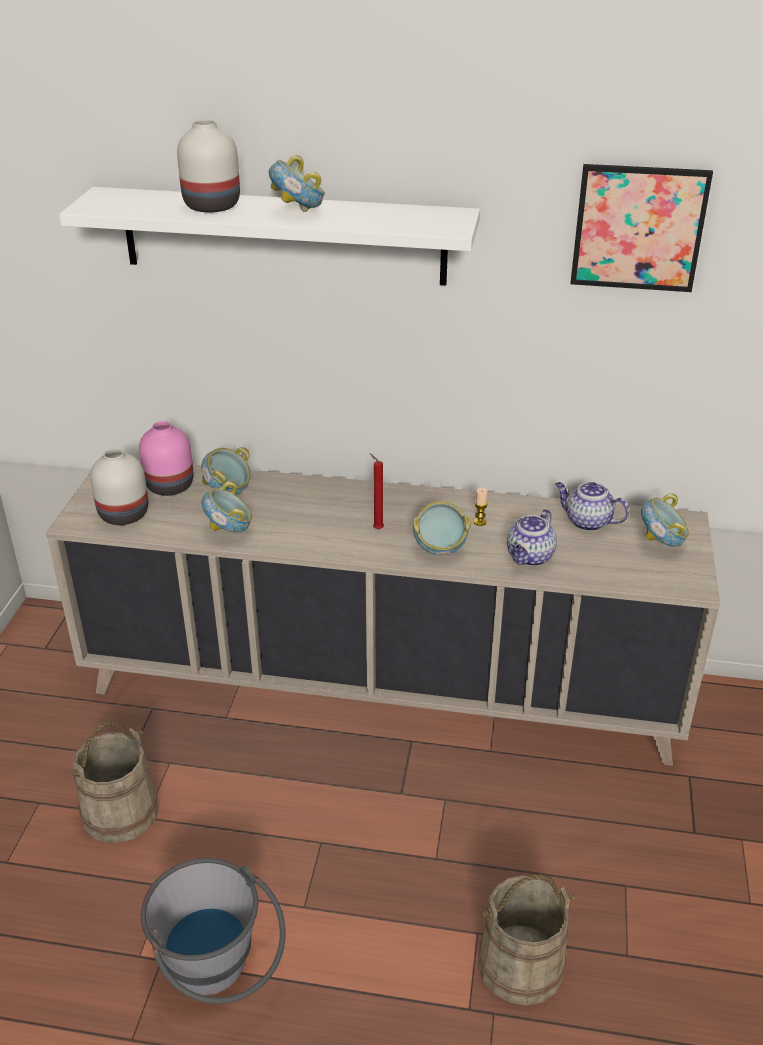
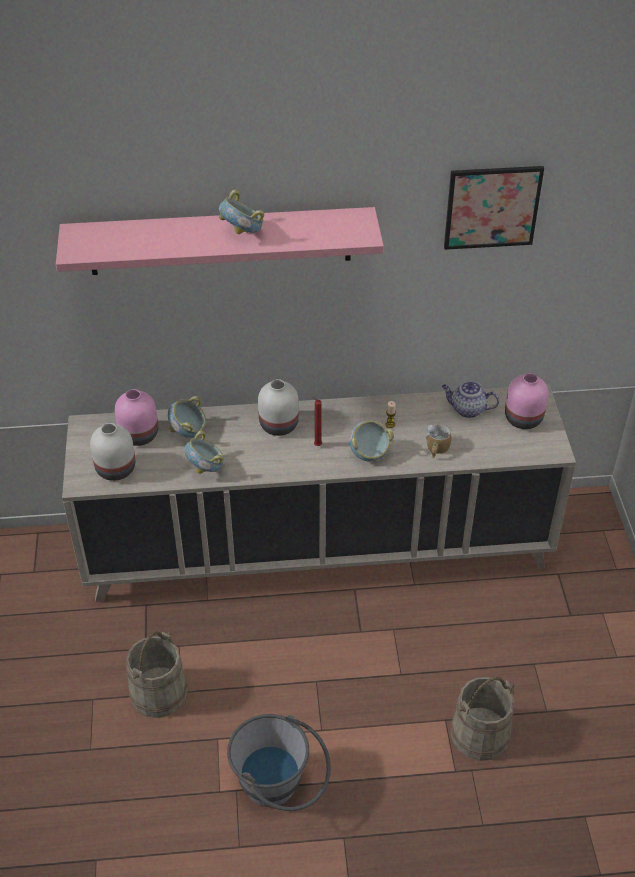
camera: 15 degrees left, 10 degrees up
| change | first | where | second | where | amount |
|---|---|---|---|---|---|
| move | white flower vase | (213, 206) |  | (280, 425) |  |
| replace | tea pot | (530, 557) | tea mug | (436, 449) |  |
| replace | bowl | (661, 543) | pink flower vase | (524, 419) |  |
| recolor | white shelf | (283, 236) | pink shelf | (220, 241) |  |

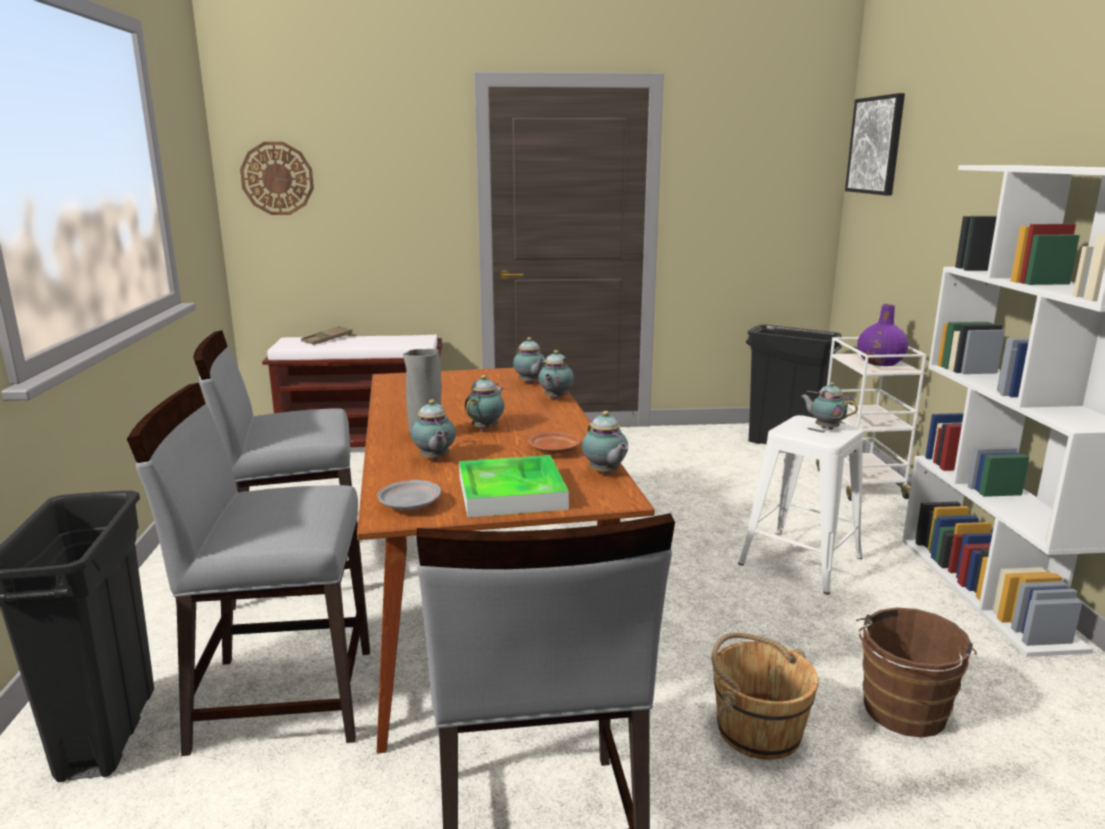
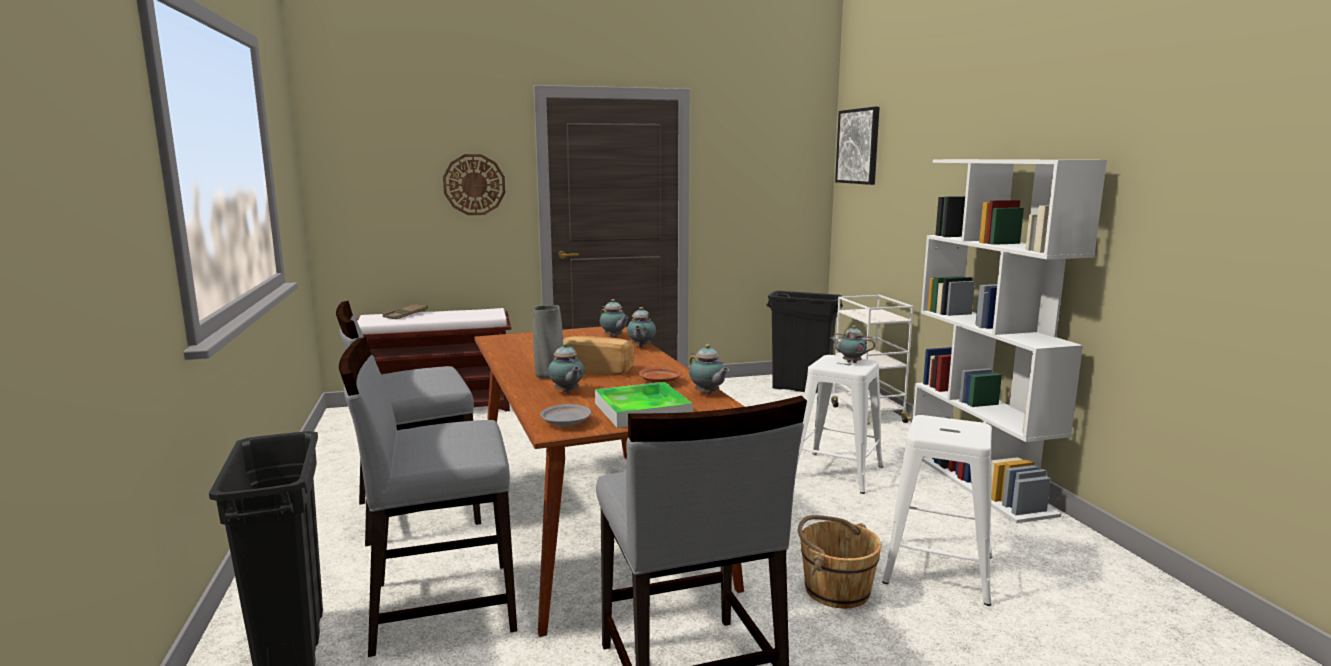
camera: 10 degrees left, 5 degrees down
| change | first | where | second | where | amount |
|---|---|---|---|---|---|
| delete | purplish flower vase | (880, 362) |  |  |  |
| move | wall clock | (277, 178) |  | (474, 184) |  |
| replace | tea pot | (486, 428) | baked bread | (596, 369) |  |
| replace | brownish water bucket | (902, 714) | white stool seat | (938, 569) |  |

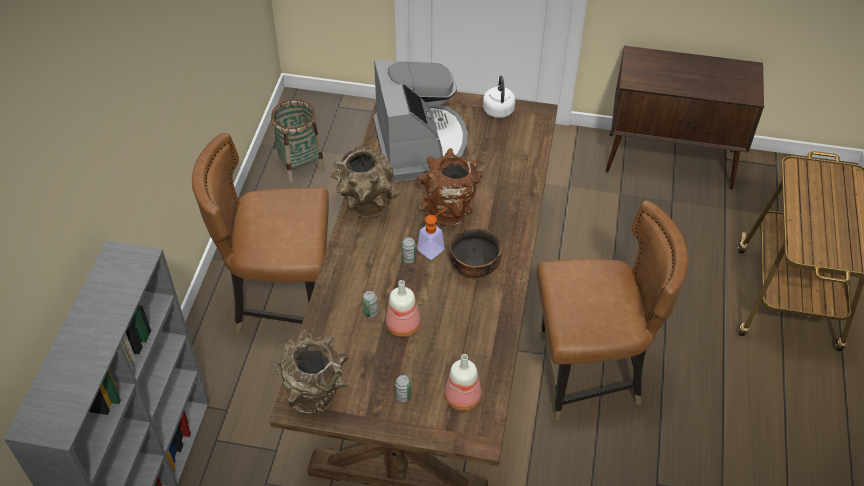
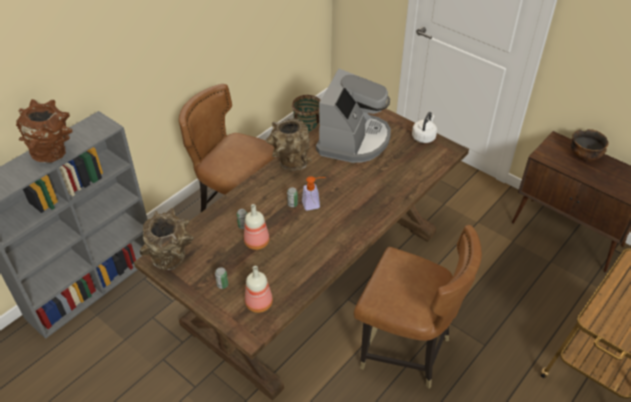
camera: 30 degrees right, 5 degrees down
| change | first | where | second | where | amount |
|---|---|---|---|---|---|
| move | brownish flower vase | (449, 210) |  | (54, 152) |  |
| move | bowl | (475, 267) |  | (584, 156) |  |

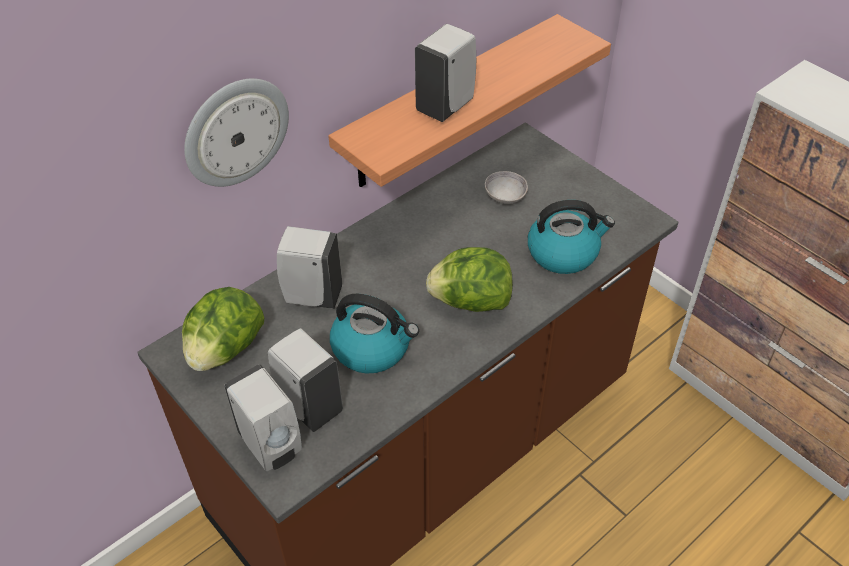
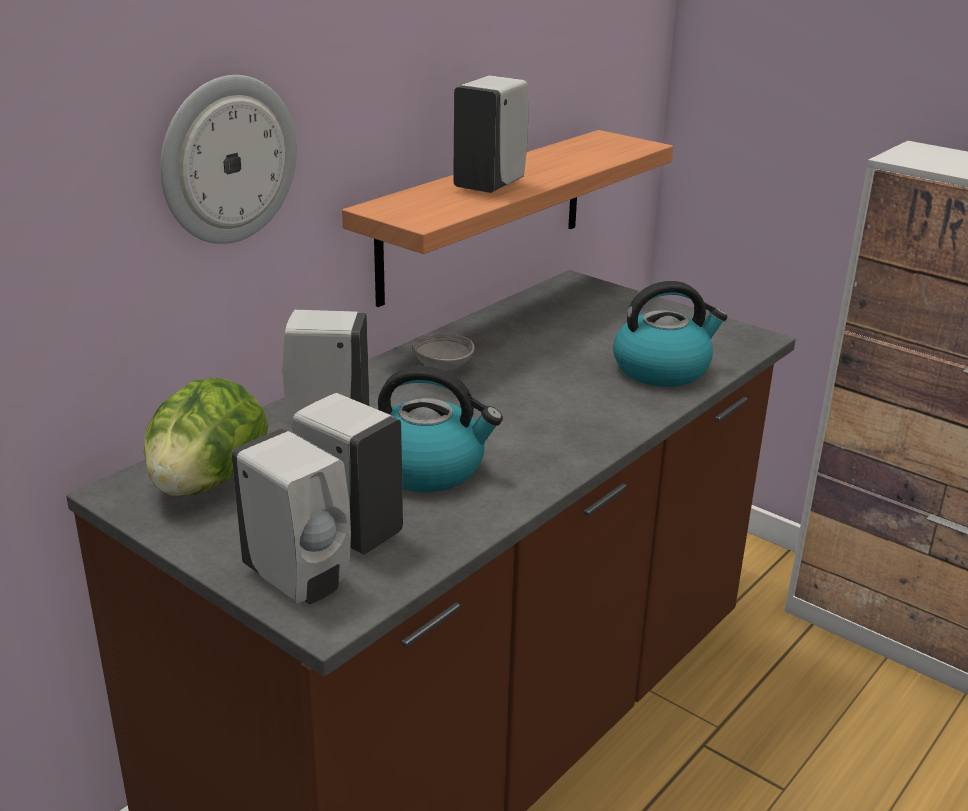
camera: 10 degrees left, 20 degrees down
| change | first | where | second | where | amount |
|---|---|---|---|---|---|
| delete | lettuce head | (470, 301) |  |  |  |
| move | grey bowl | (505, 197) |  | (443, 366) |  |

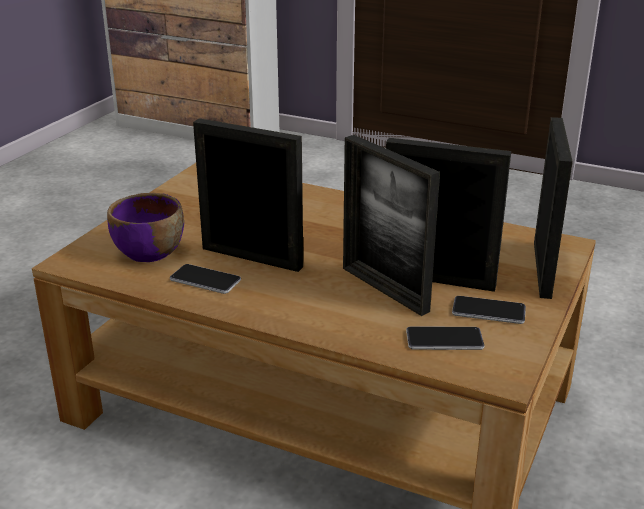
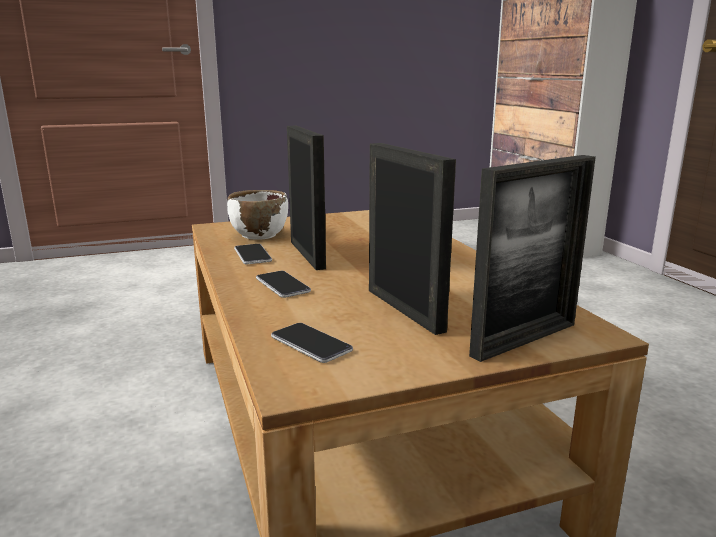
camera: 45 degrees right, 10 degrees down
| change | first | where | second | where | amount |
|---|---|---|---|---|---|
| delete | standing frame | (384, 289) |  |  |  |
| move | telephone | (488, 311) |  | (282, 285) |  |
| recolor | purplish bowl | (149, 253) | white bowl | (259, 235) |  |

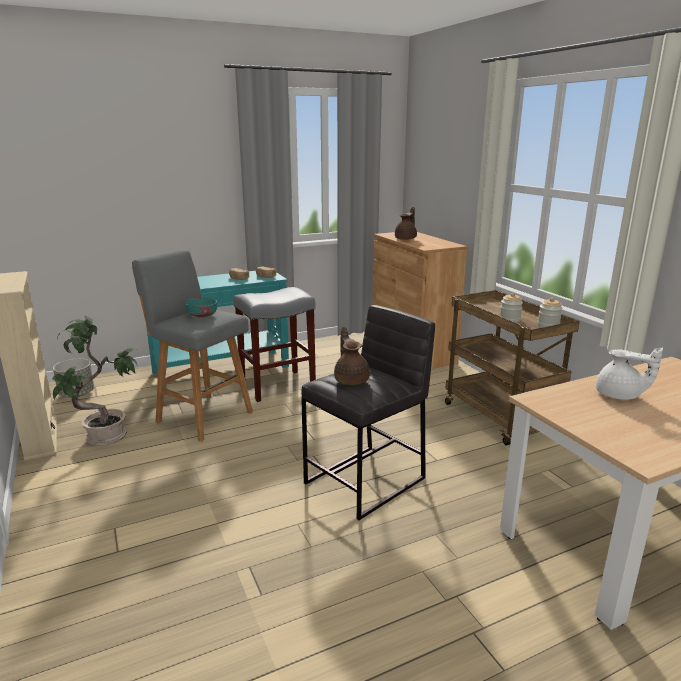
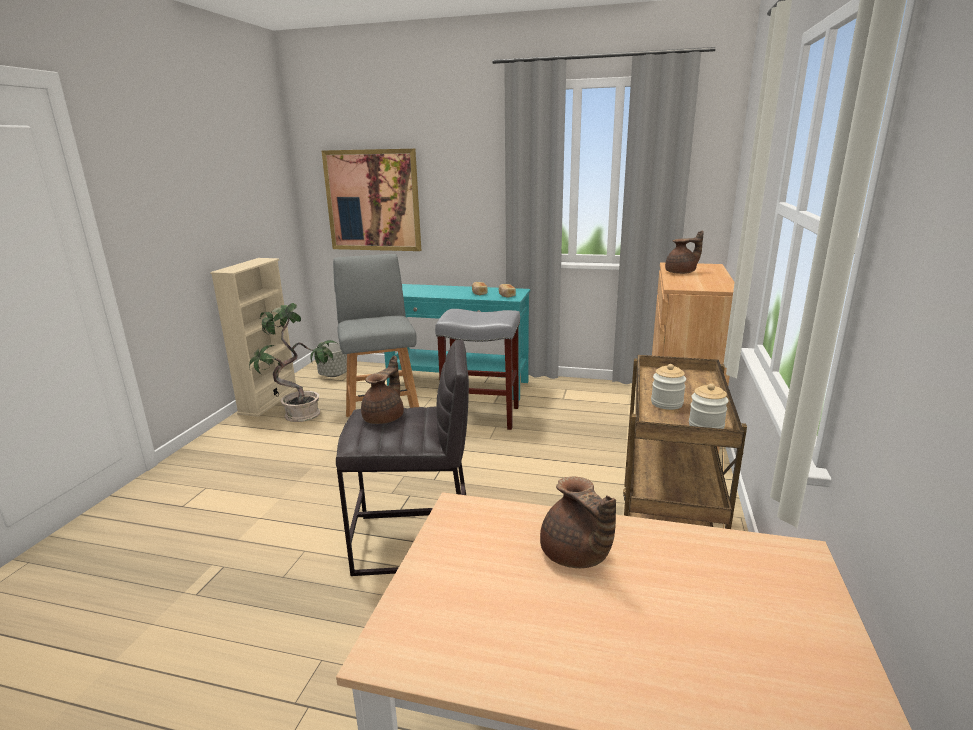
camera: 40 degrees right, 0 degrees up
| change | first | where | second | where | amount |
|---|---|---|---|---|---|
| delete | turquoise-coloured bowl | (202, 315) |  |  |  |
| insert |  |  | wall picture | (373, 200) |  |
| recolor | white tea pot | (619, 396) | brownish tea pot | (576, 556) |  |

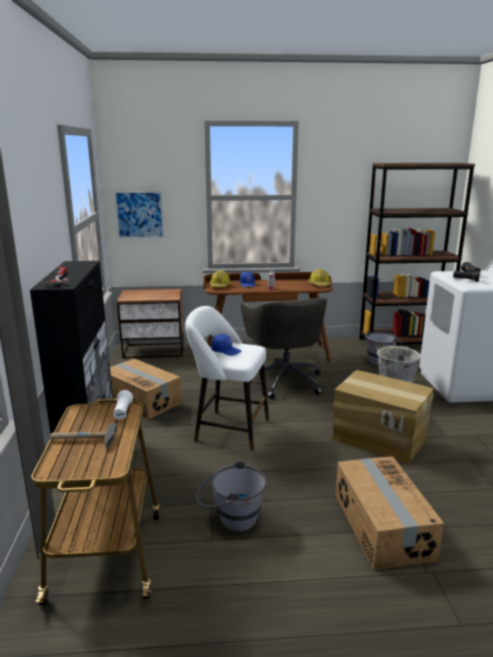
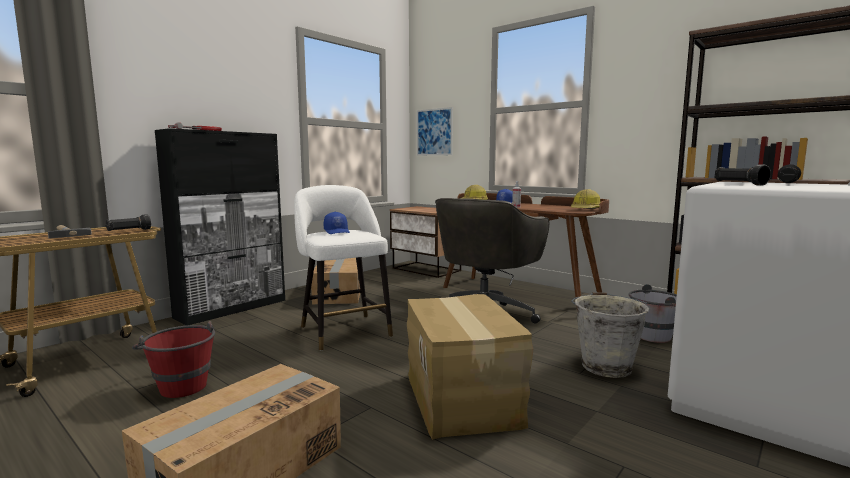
camera: 45 degrees right, 10 degrees down
| change | first | where | second | where | amount |
|---|---|---|---|---|---|
| recolor | white flashlight | (122, 412) | black flashlight | (129, 231) |  |
| recolor | grey water bucket | (230, 519) | reddish water bucket | (180, 384) |  |

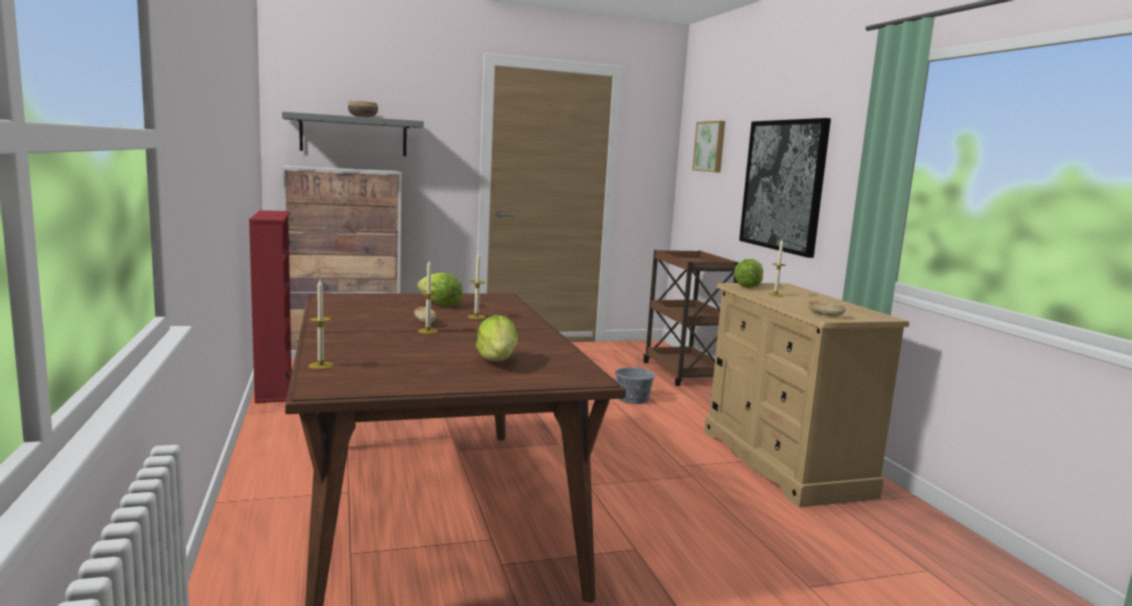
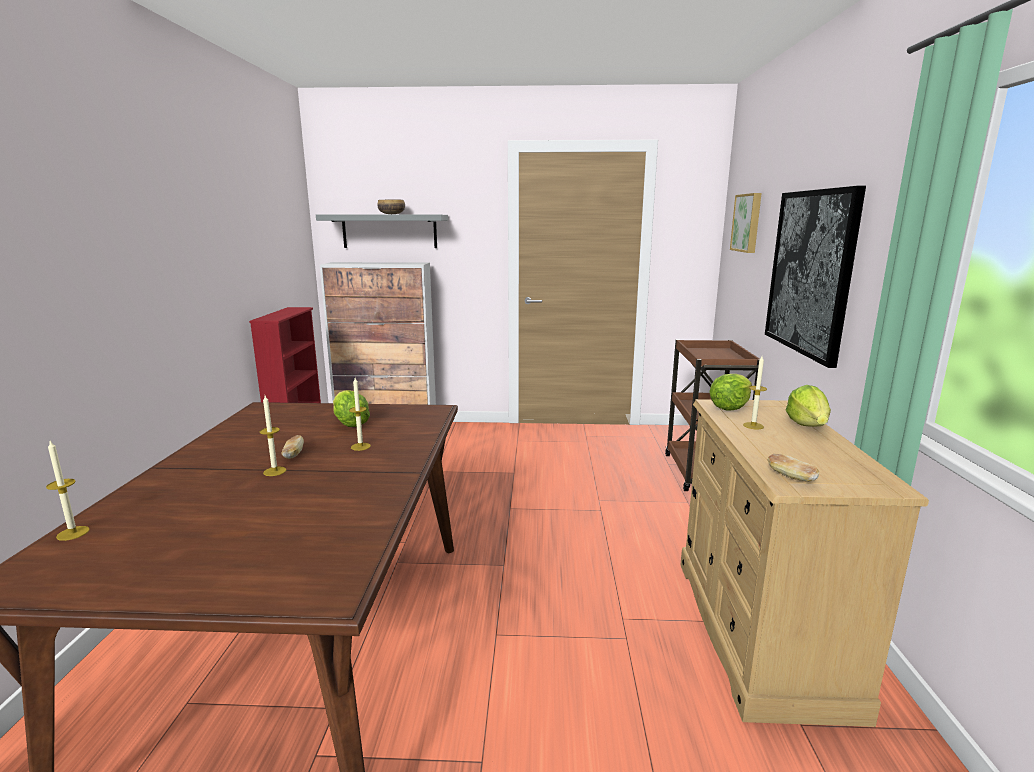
camera: 20 degrees right, 5 degrees up
| change | first | where | second | where | amount |
|---|---|---|---|---|---|
| delete | grey water bucket | (633, 399) |  |  |  |
| move | lettuce head | (497, 361) |  | (807, 425) |  |

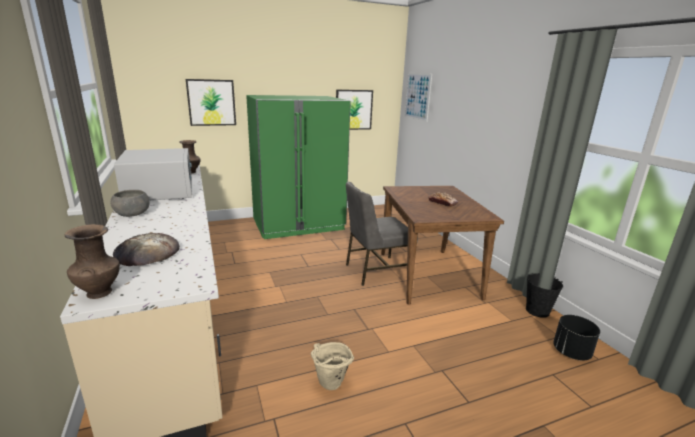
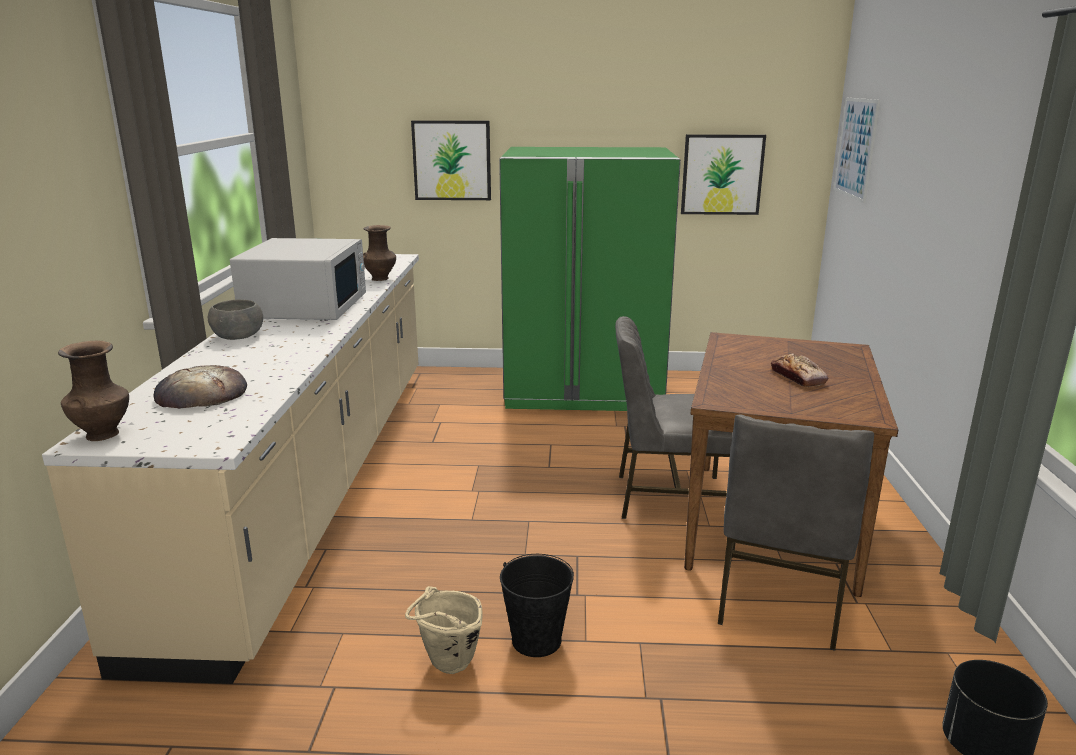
camera: 25 degrees right, 0 degrees up
| change | first | where | second | where | amount |
|---|---|---|---|---|---|
| insert |  |  | grey plain chair | (779, 599) |  |
| move | black water bucket | (537, 311) |  | (536, 640) |  |

